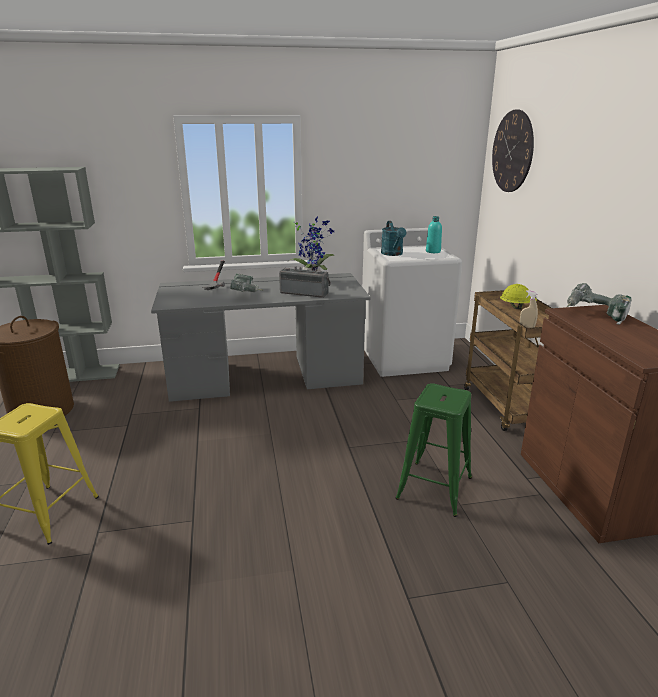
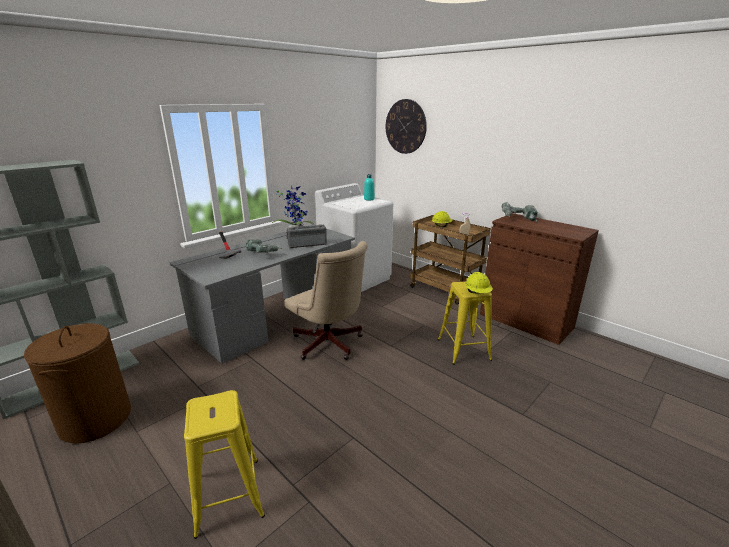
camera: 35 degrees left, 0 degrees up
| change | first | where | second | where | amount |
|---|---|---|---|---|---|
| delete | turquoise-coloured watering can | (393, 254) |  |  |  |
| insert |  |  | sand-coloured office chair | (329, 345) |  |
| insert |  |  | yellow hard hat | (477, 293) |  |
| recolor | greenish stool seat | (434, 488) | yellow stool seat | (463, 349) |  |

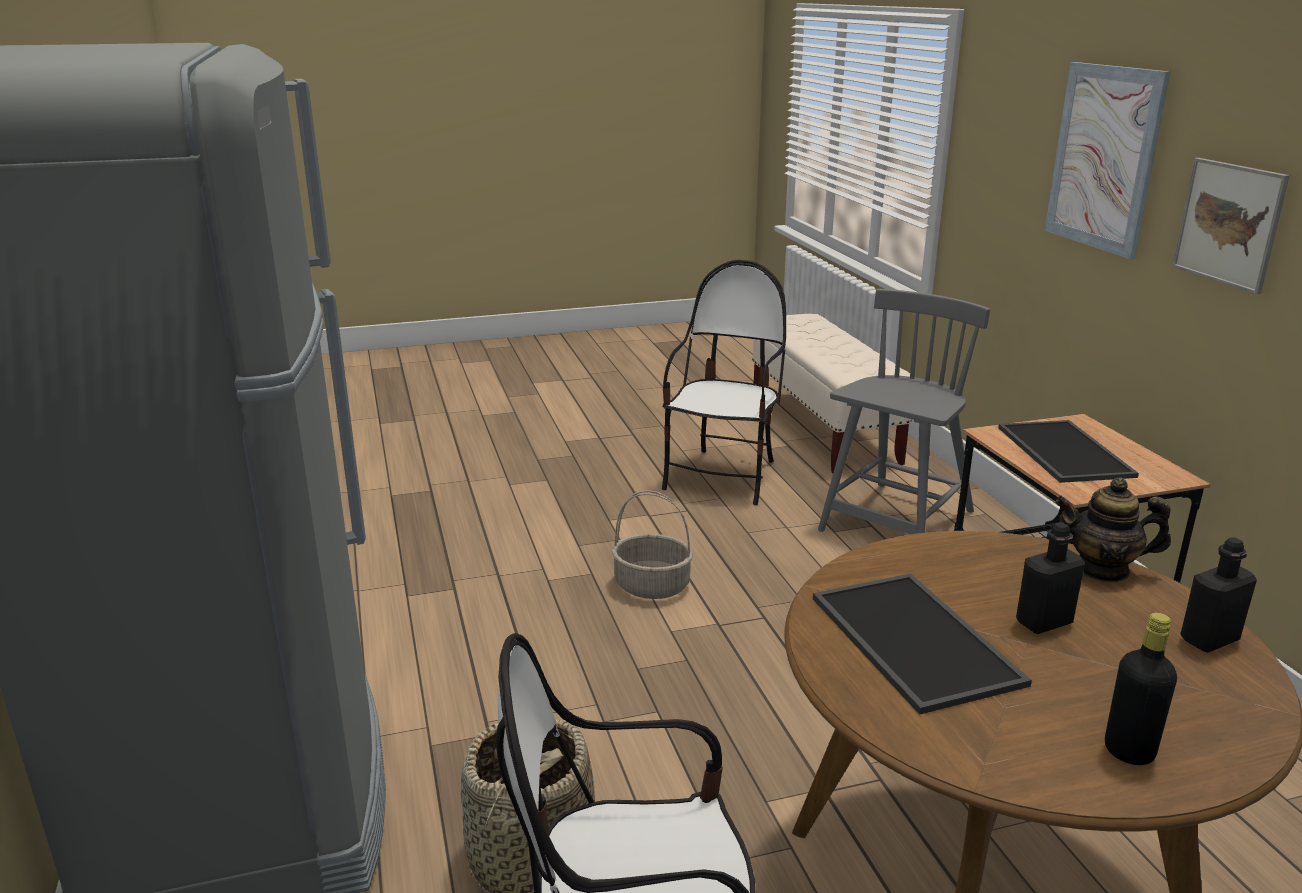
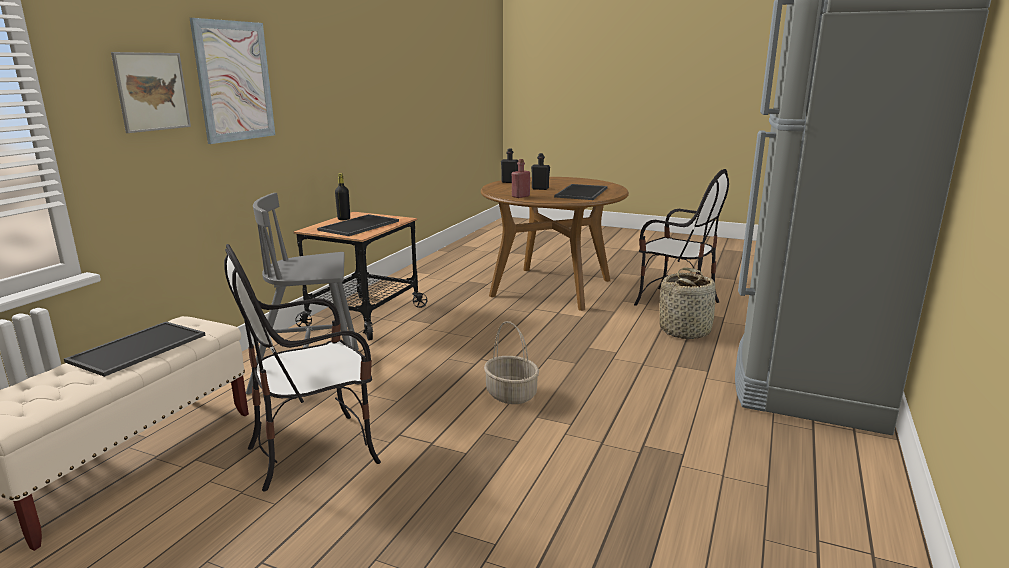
camera: 140 degrees left, 5 degrees down
| change | first | where | second | where | amount |
|---|---|---|---|---|---|
| delete | tea pot | (1102, 569) |  |  |  |
| insert |  |  | serving tray | (138, 349) |  |
| insert |  |  | reddish beverage bottle | (520, 196) |  |
| move | black beverage bottle | (1129, 752) |  | (344, 219) |  |
| move | wall picture | (1229, 224) |  | (152, 91) |  |

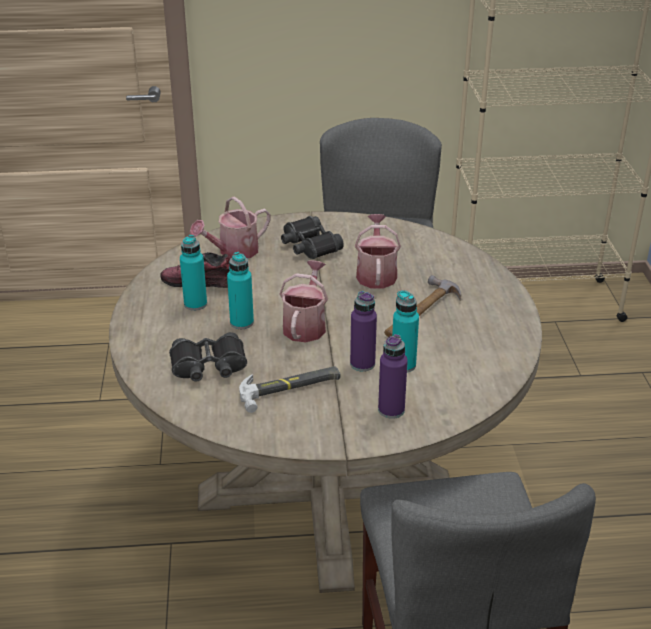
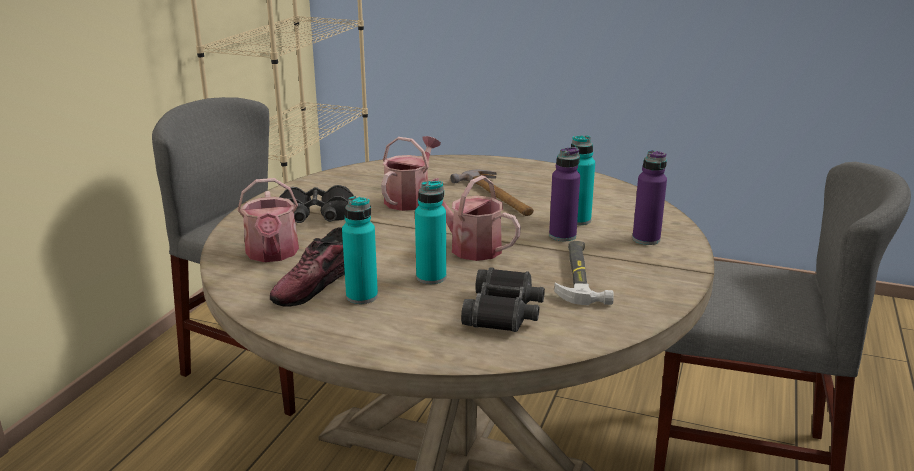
camera: 65 degrees left, 10 degrees down
| change | first | where | second | where | amount |
|---|---|---|---|---|---|
| rotate | watering can | (376, 274) |  | (410, 199) | 90 degrees clockwise |

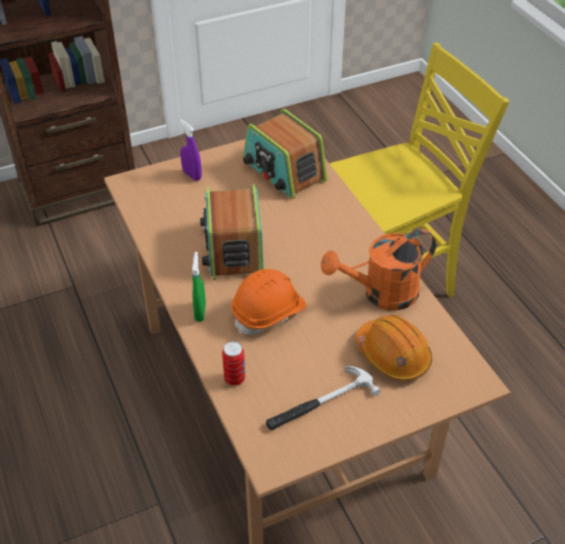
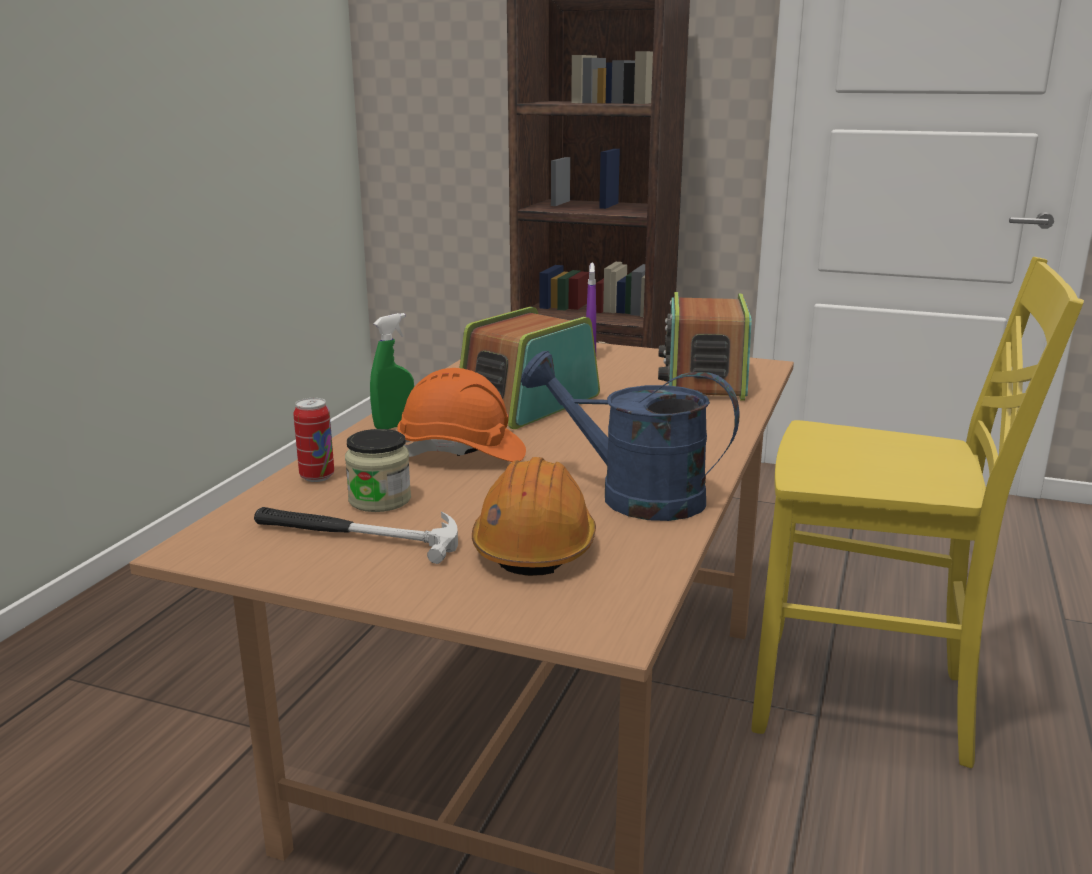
camera: 45 degrees right, 25 degrees down
| change | first | where | second | where | amount |
|---|---|---|---|---|---|
| insert |  |  | storage jar | (380, 500) |  |
| recolor | orangey watering can | (381, 294) | bluish watering can | (633, 496) |  |

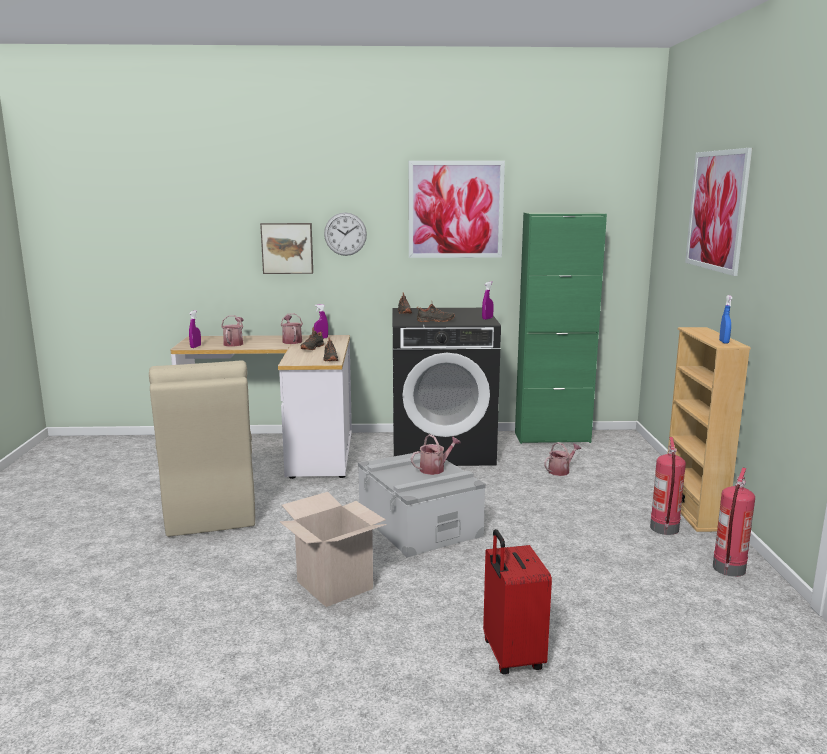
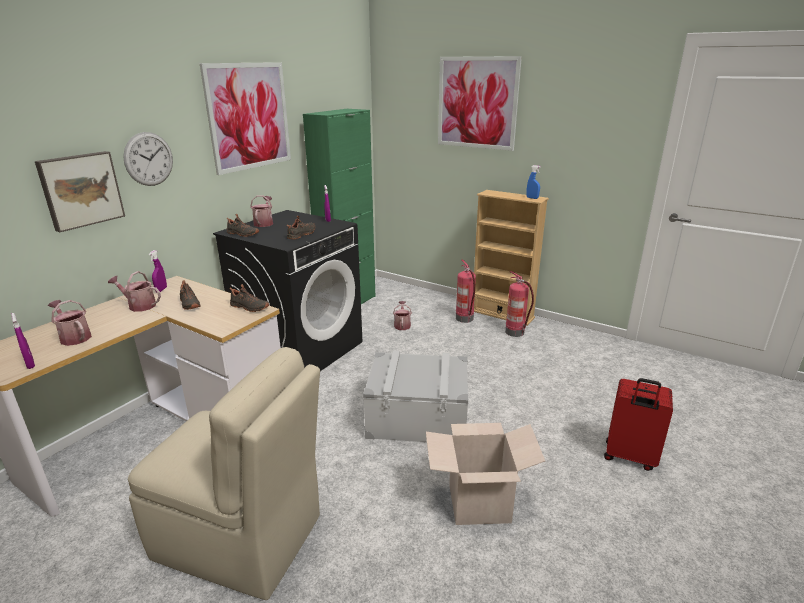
camera: 55 degrees left, 10 degrees up
| change | first | where | second | where | amount |
|---|---|---|---|---|---|
| move | watering can | (435, 469) |  | (264, 223) |  |
| move | fire-fighting cylinder | (729, 569) |  | (465, 318) |  |

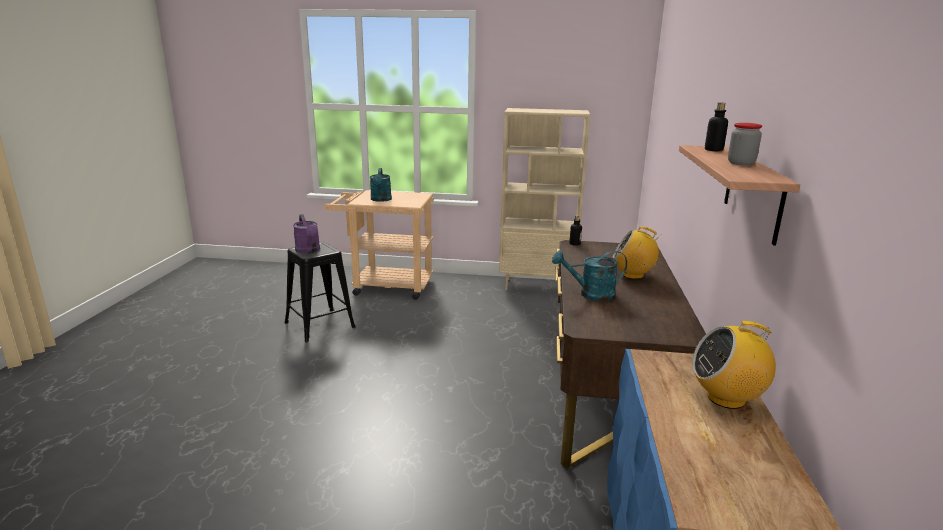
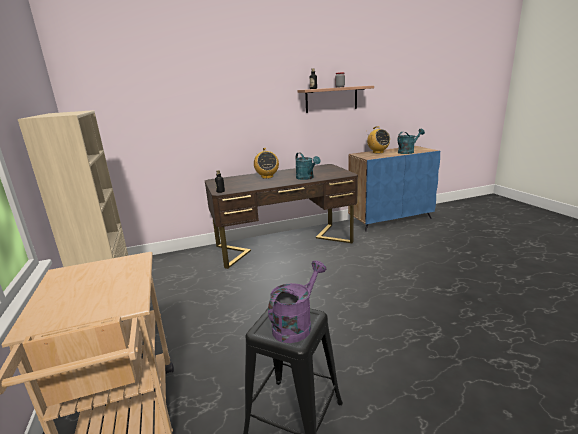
camera: 115 degrees left, 0 degrees up
| change | first | where | second | where | amount |
|---|---|---|---|---|---|
| move | turquoise-coloured watering can | (381, 200) |  | (408, 152) |  |

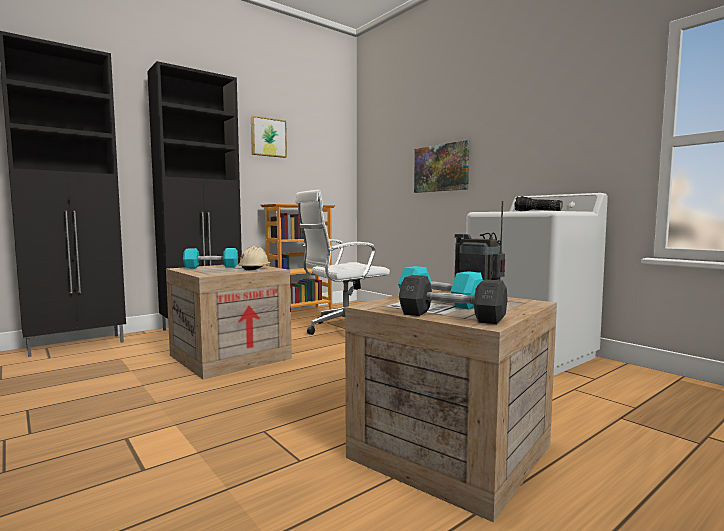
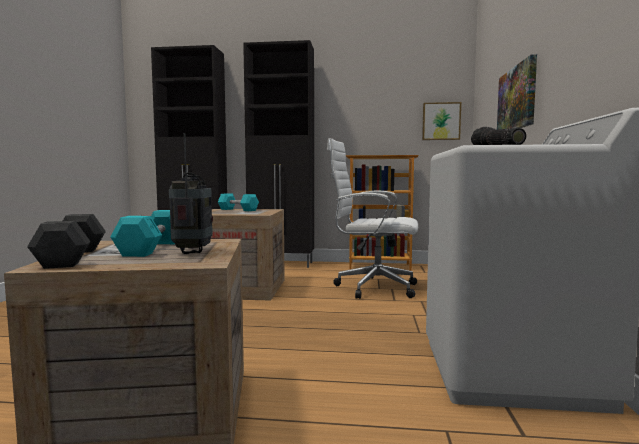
camera: 45 degrees right, 0 degrees up
| change | first | where | second | where | amount |
|---|---|---|---|---|---|
| delete | sand-coloured hard hat | (255, 268) |  |  |  |
| move | wall picture | (268, 137) |  | (441, 121) |  |

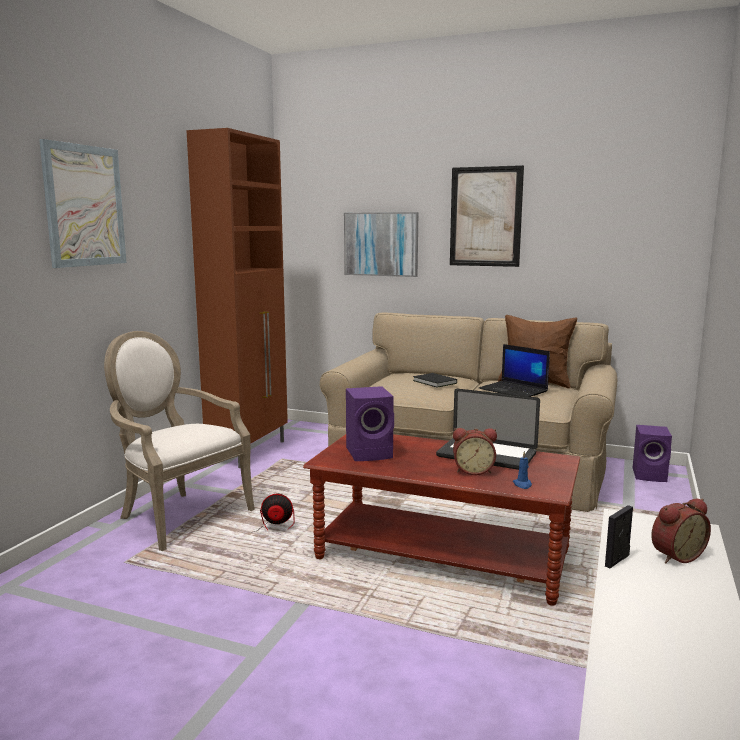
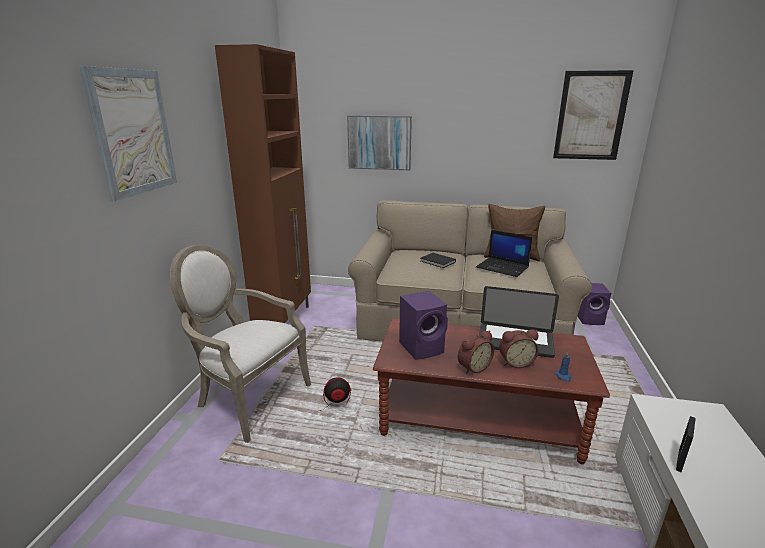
camera: 10 degrees left, 10 degrees up
| change | first | where | second | where | amount |
|---|---|---|---|---|---|
| move | wall picture | (485, 217) |  | (591, 116) |  |
| move | bedside clock | (675, 555) |  | (472, 367) |  |

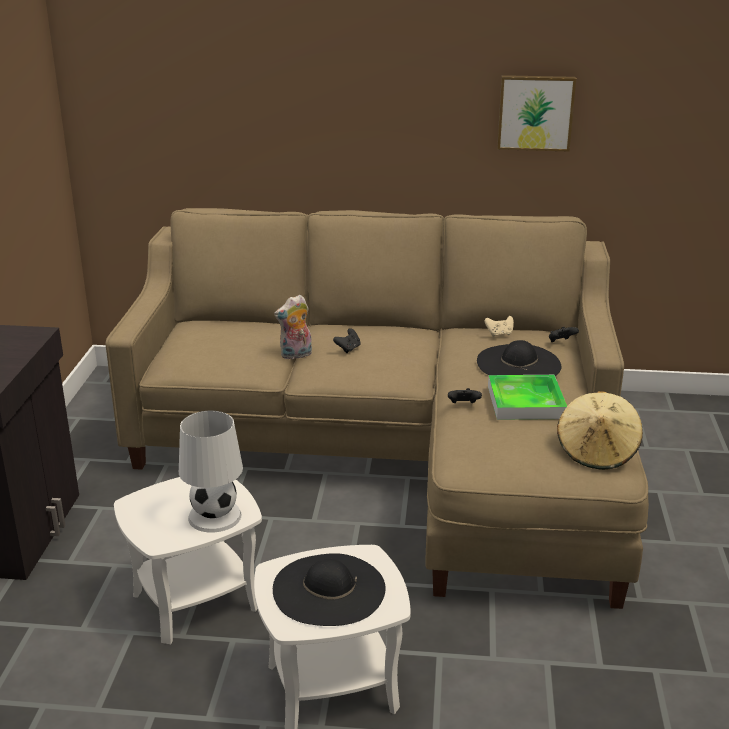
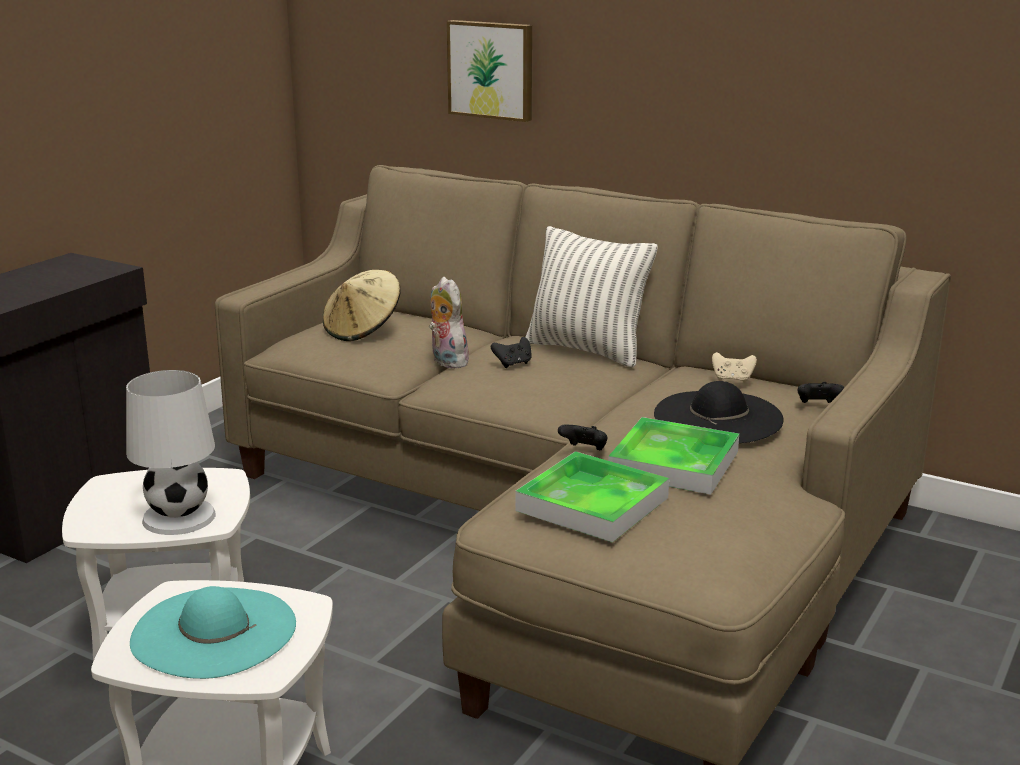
camera: 25 degrees right, 5 degrees down
| change | first | where | second | where | amount |
|---|---|---|---|---|---|
| insert |  |  | serving tray | (592, 504) |  |
| insert |  |  | pillow | (587, 350) |  |
| move | wall picture | (535, 112) |  | (492, 70) |  |
| move | sand-coloured clothing hat | (597, 452) |  | (363, 330) |  |
| recolor | black clothing hat | (329, 589) | turquoise-coloured clothing hat | (214, 631) |  |
| rotate | cuddly toy | (296, 355) |  | (446, 361) | 60 degrees clockwise |

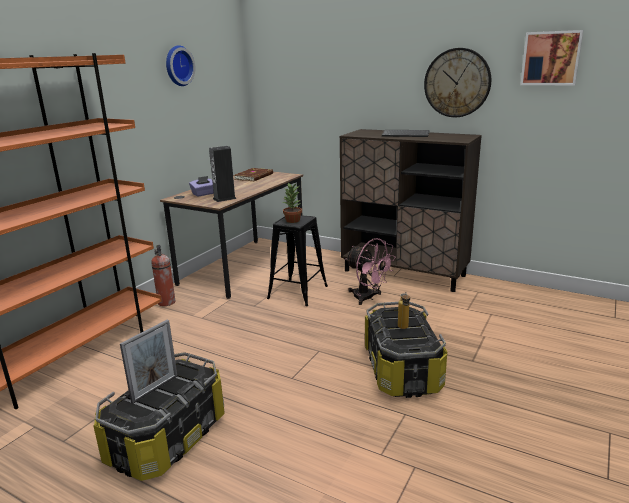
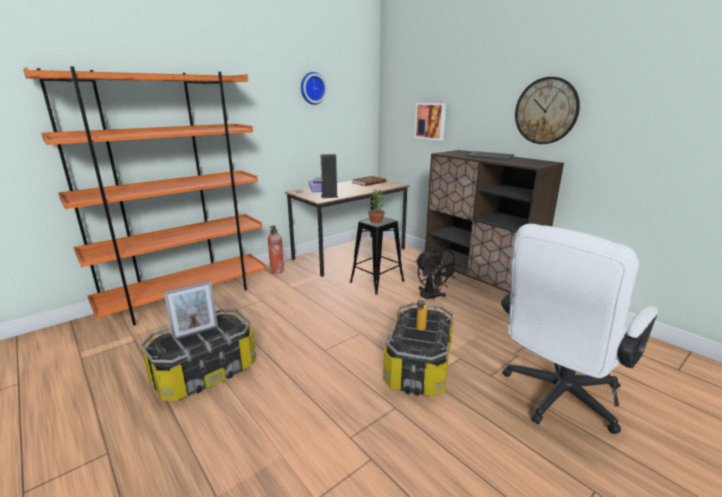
camera: 20 degrees right, 0 degrees up
| change | first | where | second | where | amount |
|---|---|---|---|---|---|
| insert |  |  | white office chair | (556, 398) |  |
| move | wall picture | (551, 58) |  | (431, 121) |  |
| recolor | pink cooling fan | (368, 298) | black cooling fan | (431, 298) |  |

